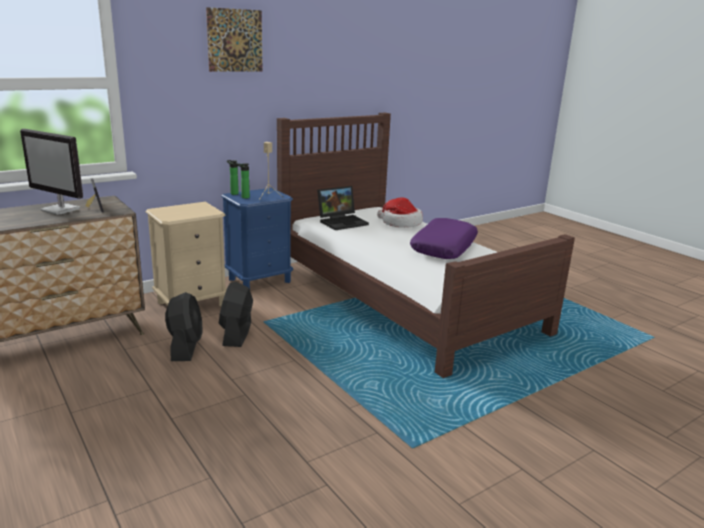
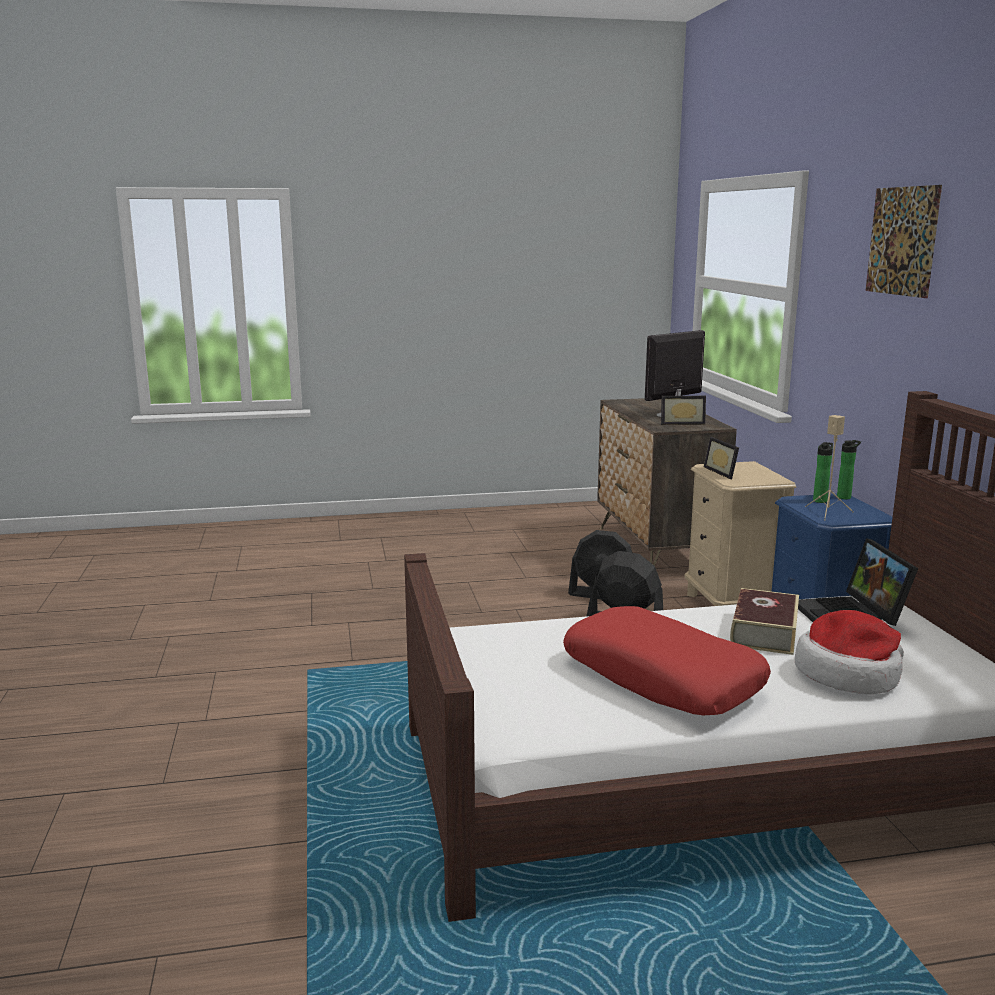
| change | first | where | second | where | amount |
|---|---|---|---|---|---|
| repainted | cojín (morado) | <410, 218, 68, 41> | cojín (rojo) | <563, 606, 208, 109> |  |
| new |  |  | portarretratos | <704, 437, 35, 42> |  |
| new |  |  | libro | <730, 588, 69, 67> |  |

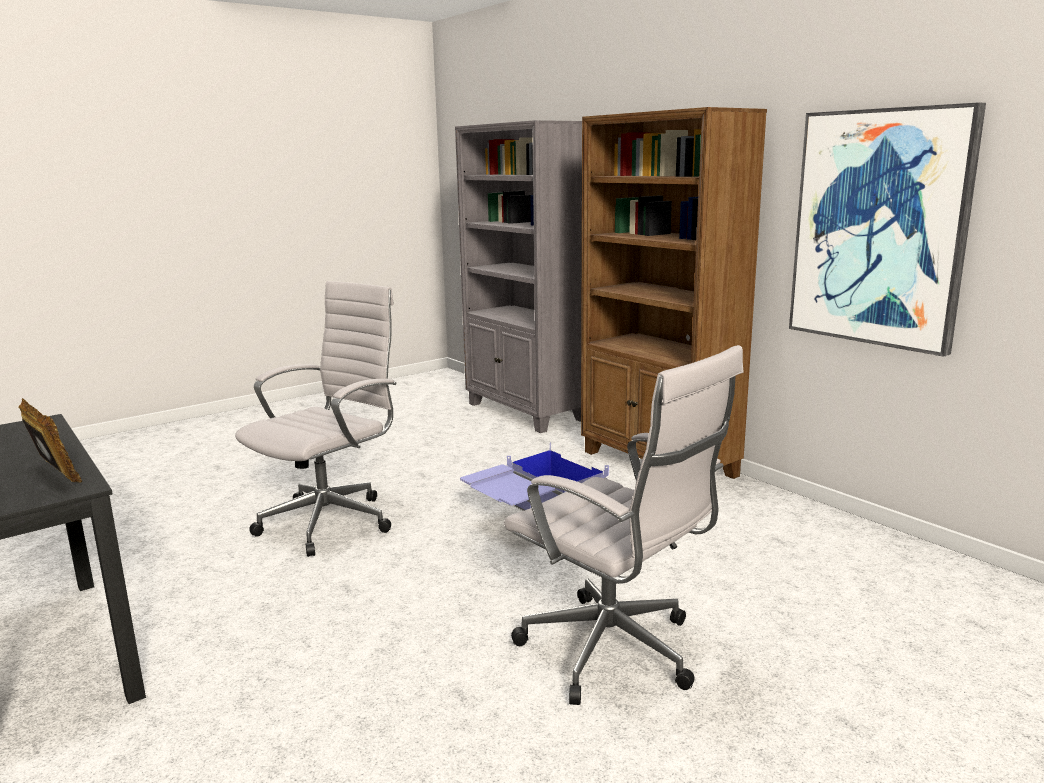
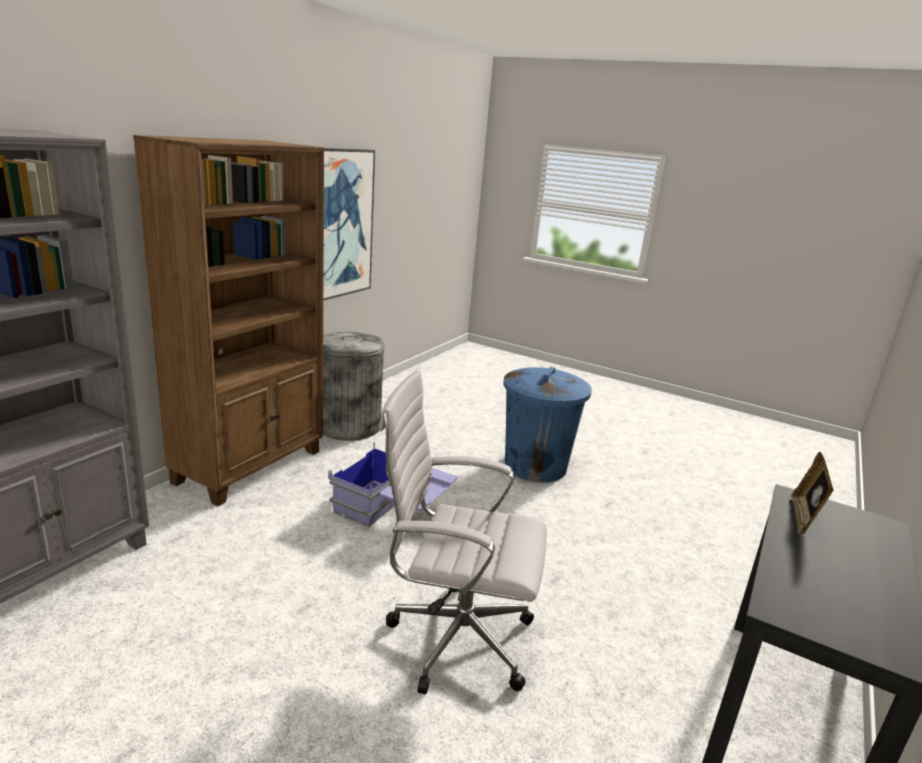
| change | first | where | second | where | amount |
|---|---|---|---|---|---|
| swapped | silla de oficina (blanco) | <504, 345, 240, 360> | papelera (azul) | <503, 367, 89, 115> |  |
| new |  |  | papelera (gris) | <323, 332, 62, 109> |  |

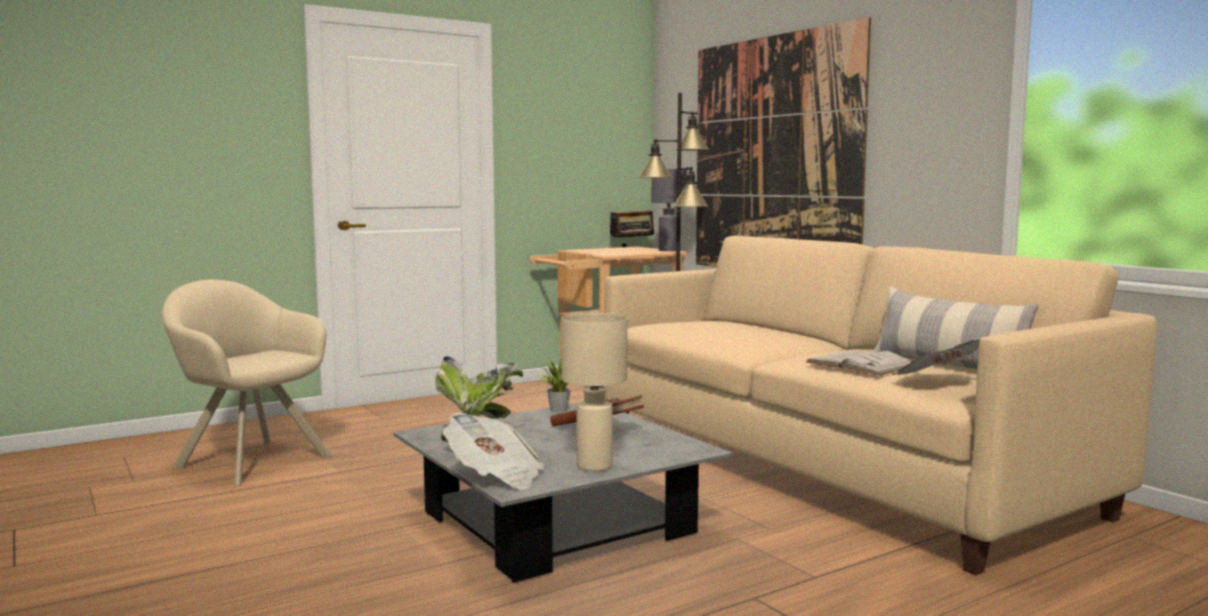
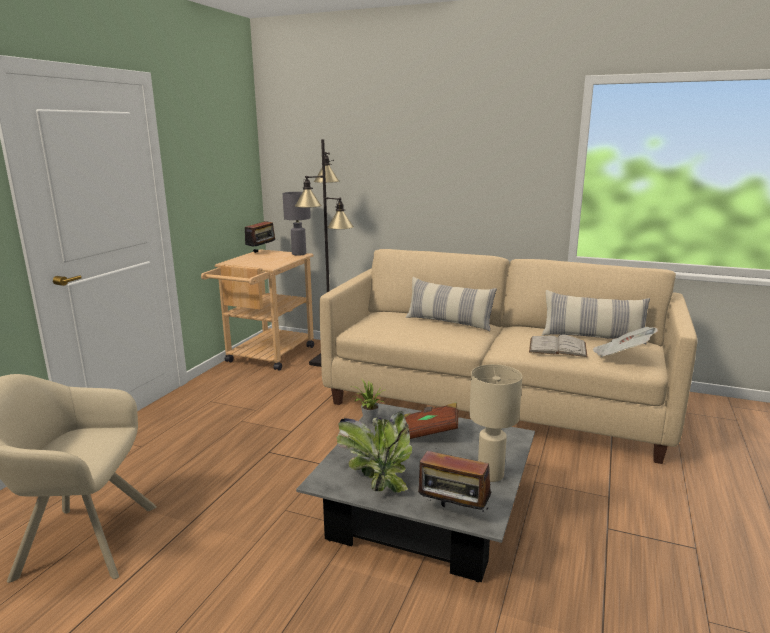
| change | first | where | second | where | amount |
|---|---|---|---|---|---|
| gone | cuadro | <696, 17, 175, 250> |  |  |  |
| swapped | periódico | <443, 413, 101, 77> | radio | <418, 448, 73, 64> |  |
| new |  |  | cojín | <406, 277, 91, 54> |  |

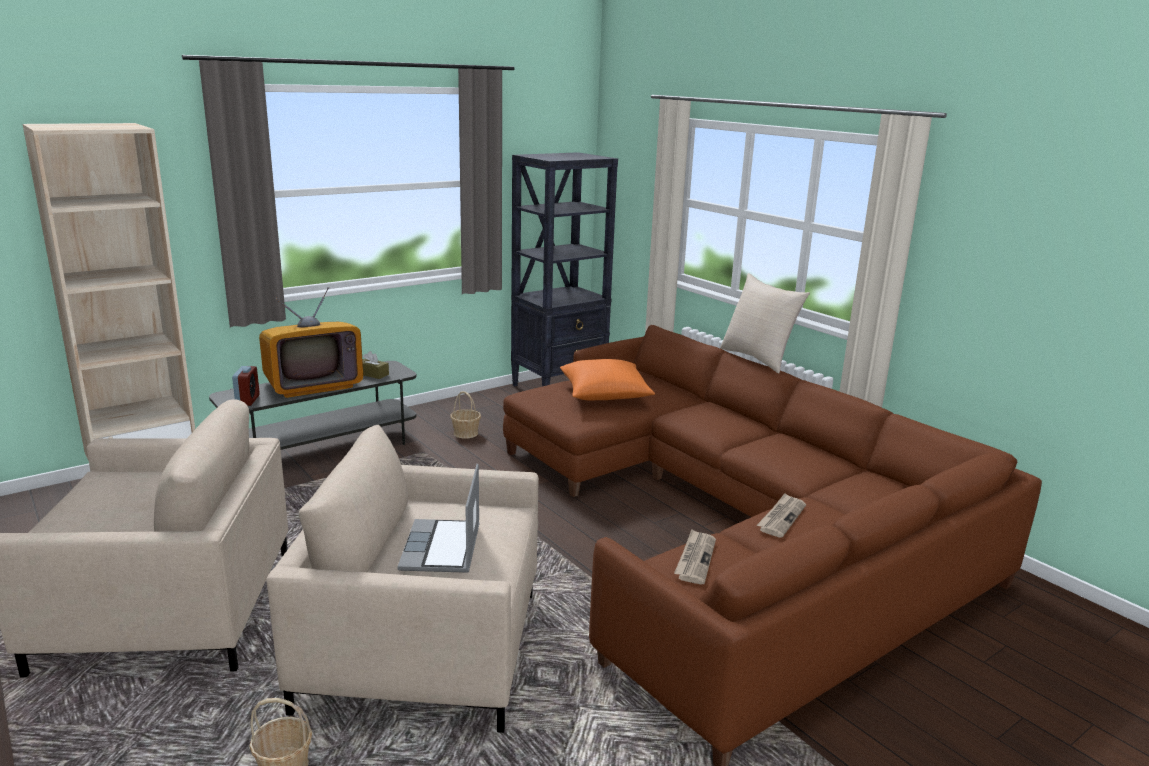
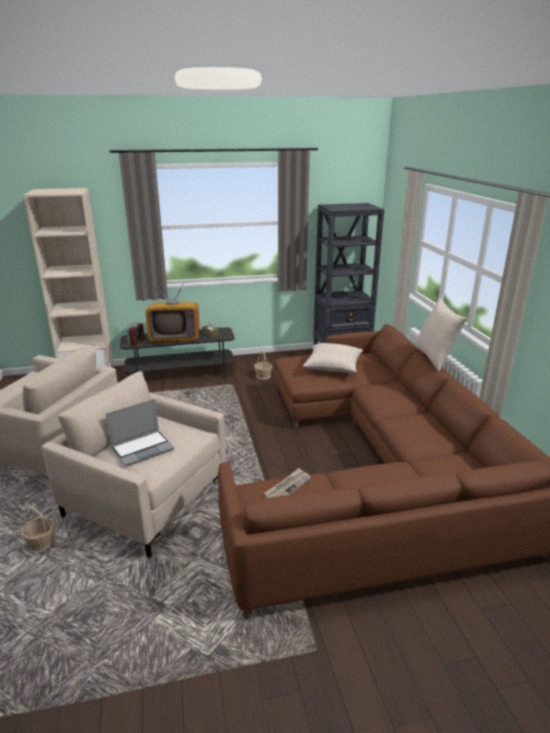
| change | first | where | second | where | amount |
|---|---|---|---|---|---|
| repainted | cojín (naranja) | <560, 359, 95, 42> | cojín (beis) | <303, 343, 60, 30> |  |
| rotated | portátil | <398, 464, 82, 109> |  | <106, 399, 68, 68> | 150 degrees counterclockwise |
| gone | periódico | <757, 493, 49, 45> |  |  |  |

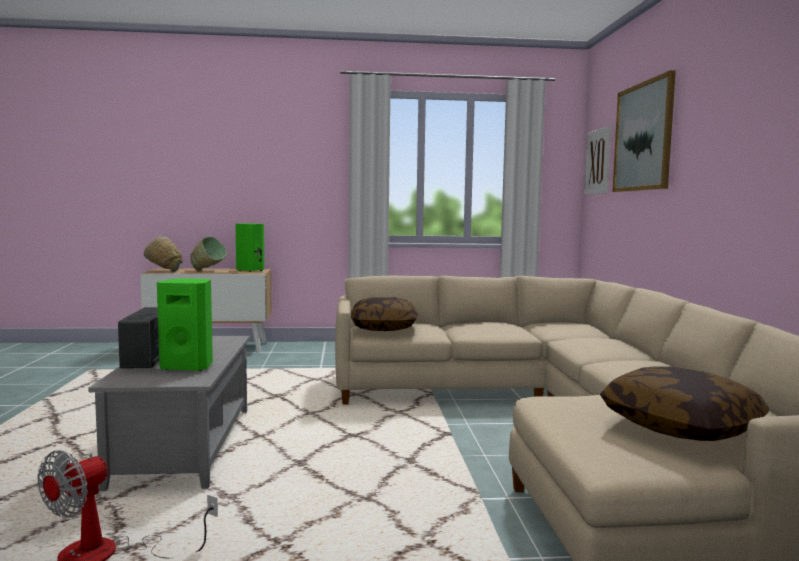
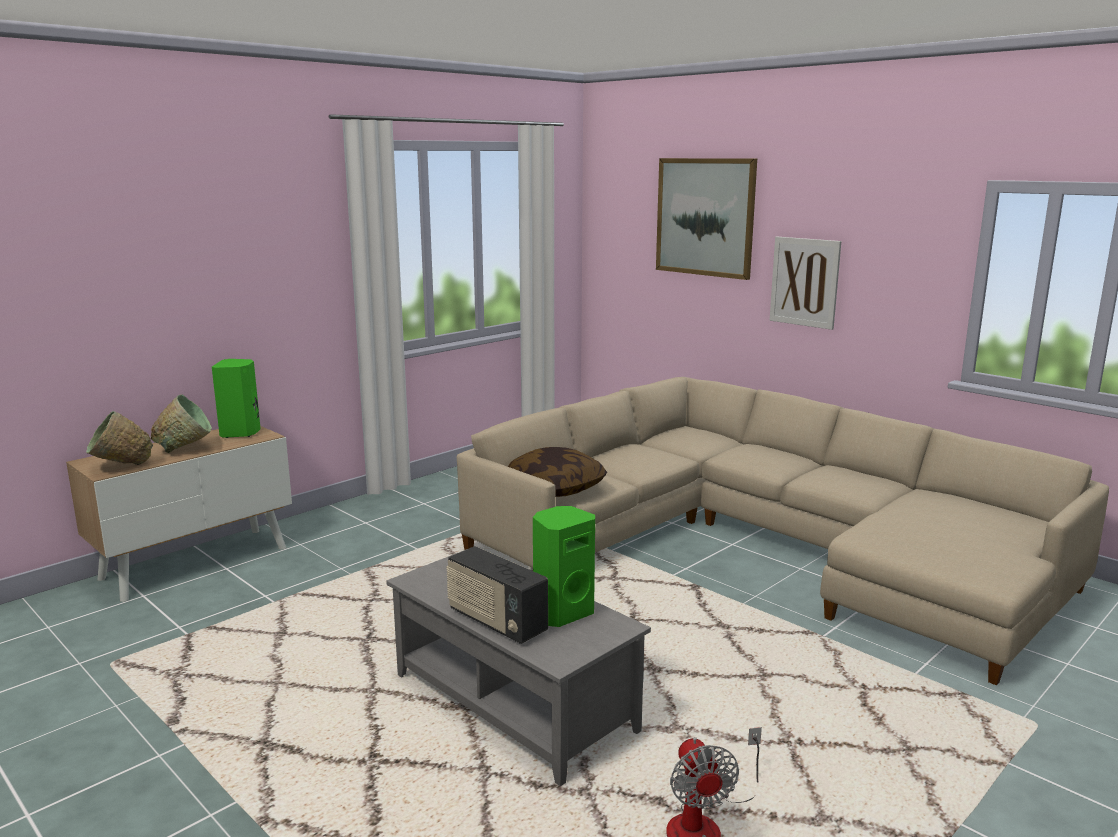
| change | first | where | second | where | amount |
|---|---|---|---|---|---|
| shifted | cuadro | <584, 126, 27, 68> |  | <770, 237, 71, 93> |  |
| gone | cojín | <600, 366, 169, 75> |  |  |  |

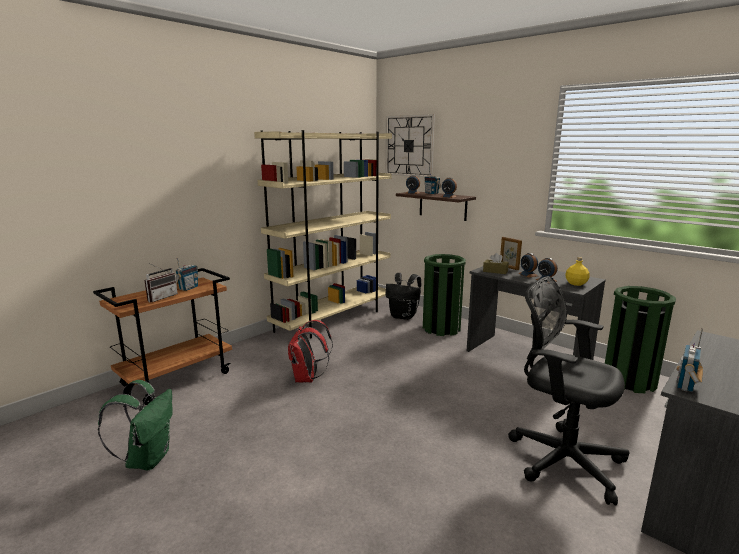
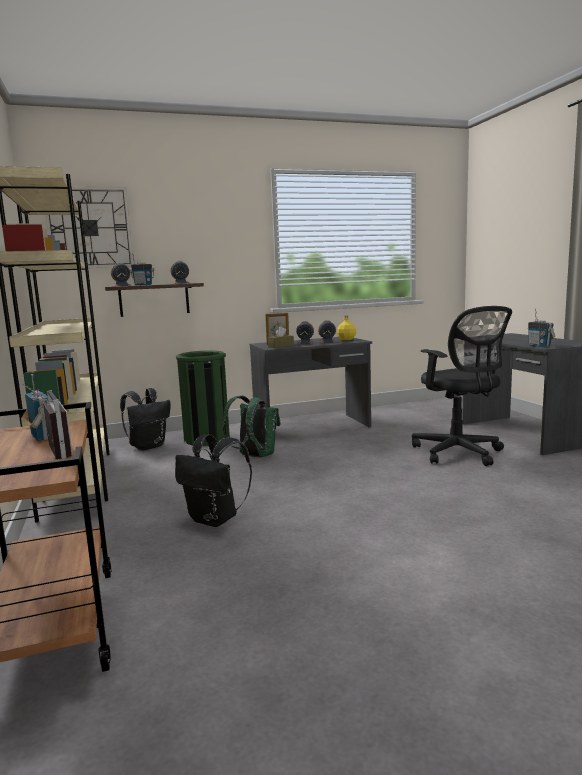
| change | first | where | second | where | amount |
|---|---|---|---|---|---|
| rotated | silla de oficina (negro) | <508, 276, 121, 229> |  | <412, 306, 100, 160> | 90 degrees counterclockwise |
| gone | papelera (verde) | <605, 286, 71, 107> |  |  |  |
| repainted | mochila (rojo) | <288, 320, 45, 63> | mochila (negro) | <175, 434, 77, 93> |  |
| shifted | mochila (verde) | <98, 380, 75, 90> |  | <223, 396, 57, 61> |  |

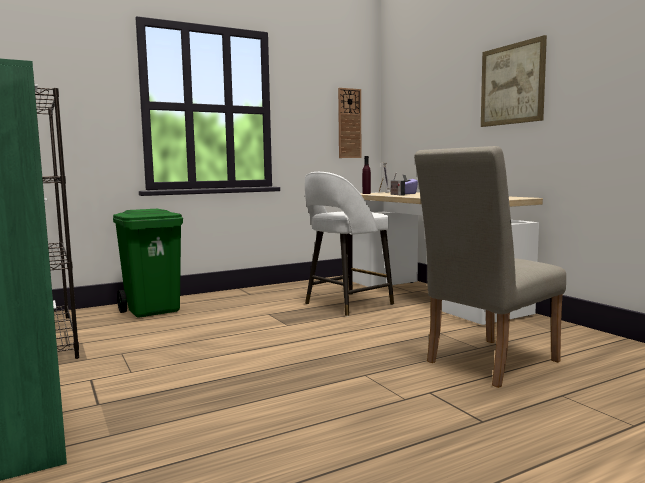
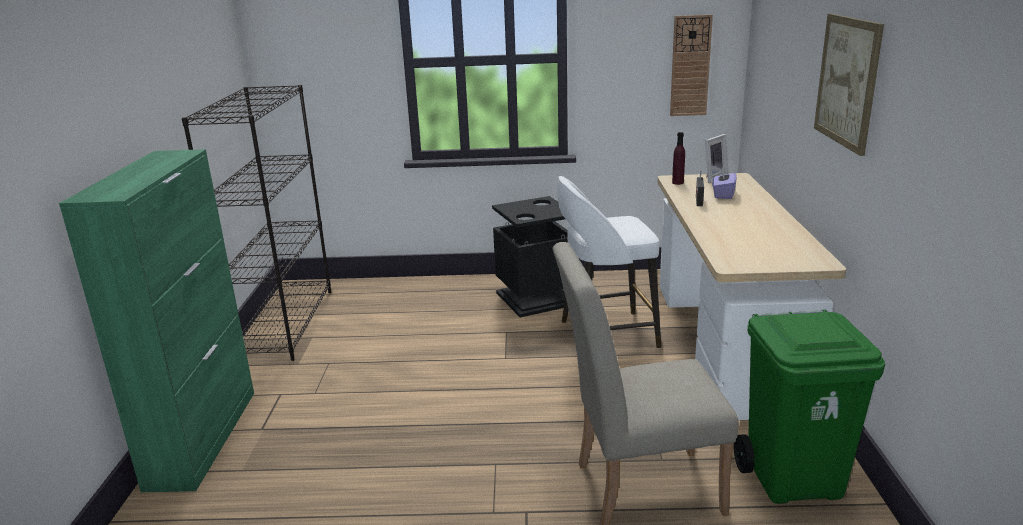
| change | first | where | second | where | amount |
|---|---|---|---|---|---|
| shifted | papelera (verde) | <113, 209, 70, 108> |  | <734, 310, 151, 194> |  |
| new |  |  | papelera (negro) | <492, 196, 76, 122> |  |

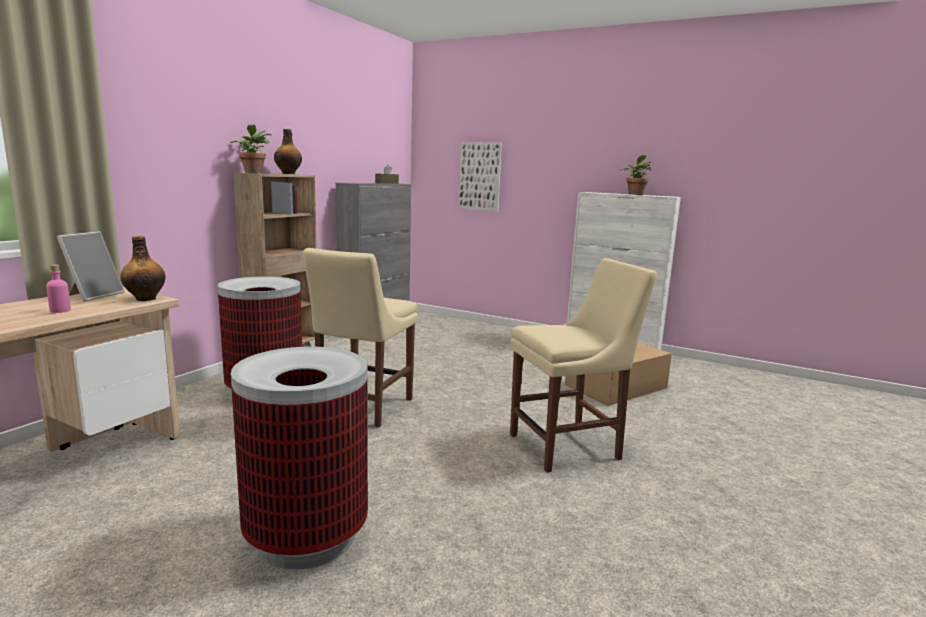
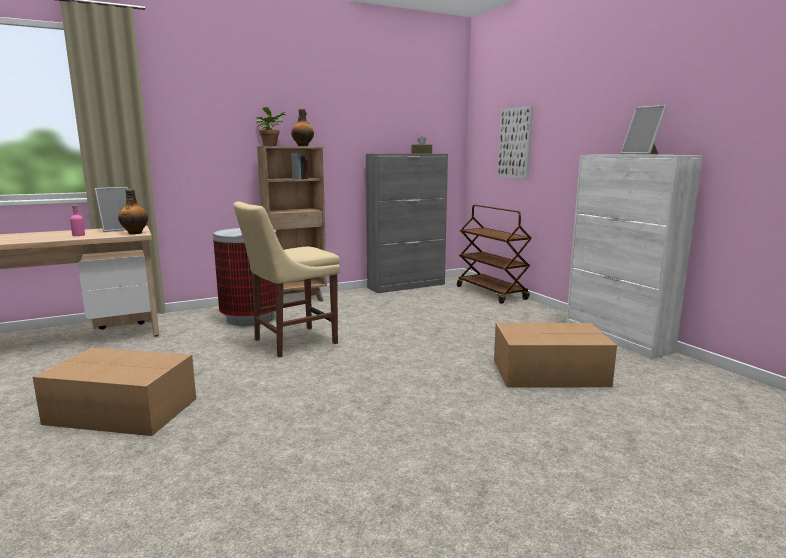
| change | first | where | second | where | amount |
|---|---|---|---|---|---|
| swapped | planta en maceta | <620, 155, 31, 40> | portarretratos | <620, 105, 47, 50> |  |
| gone | silla (beis) | <510, 258, 147, 215> |  |  |  |
| swapped | papelera | <231, 347, 137, 222> | caja de cartón | <33, 348, 163, 88> |  |
| new |  |  | carrito (marrón) | <457, 205, 75, 99> |  |

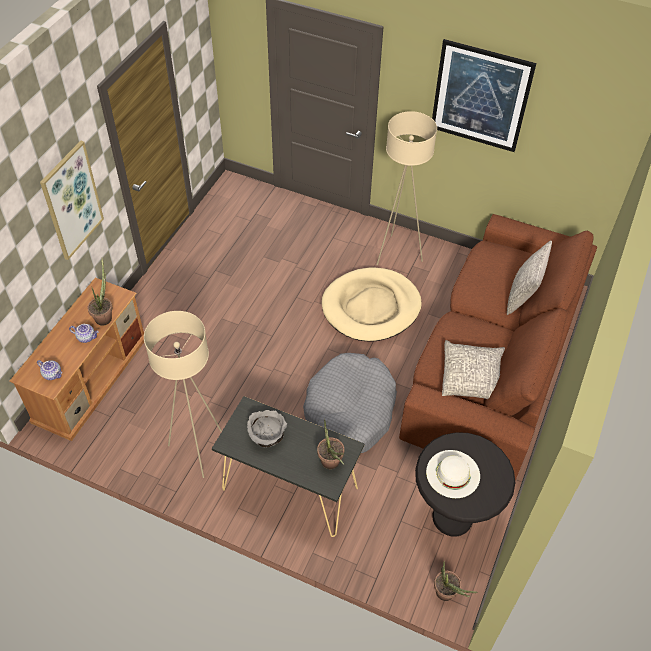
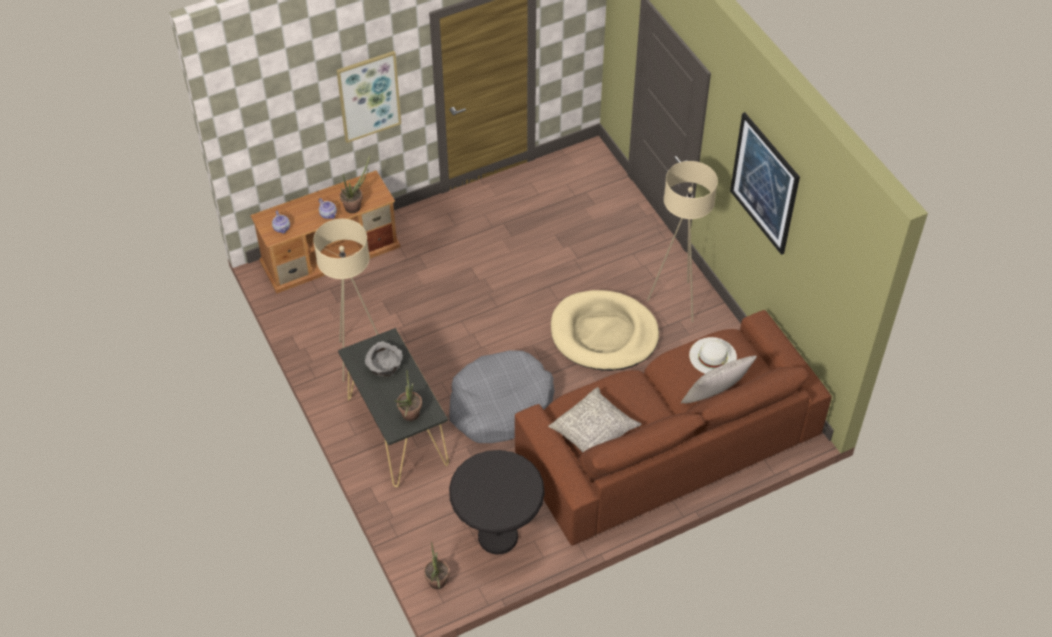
| change | first | where | second | where | amount |
|---|---|---|---|---|---|
| shifted | sombrero (blanco) | <426, 450, 54, 48> |  | <689, 337, 48, 37> |  |

